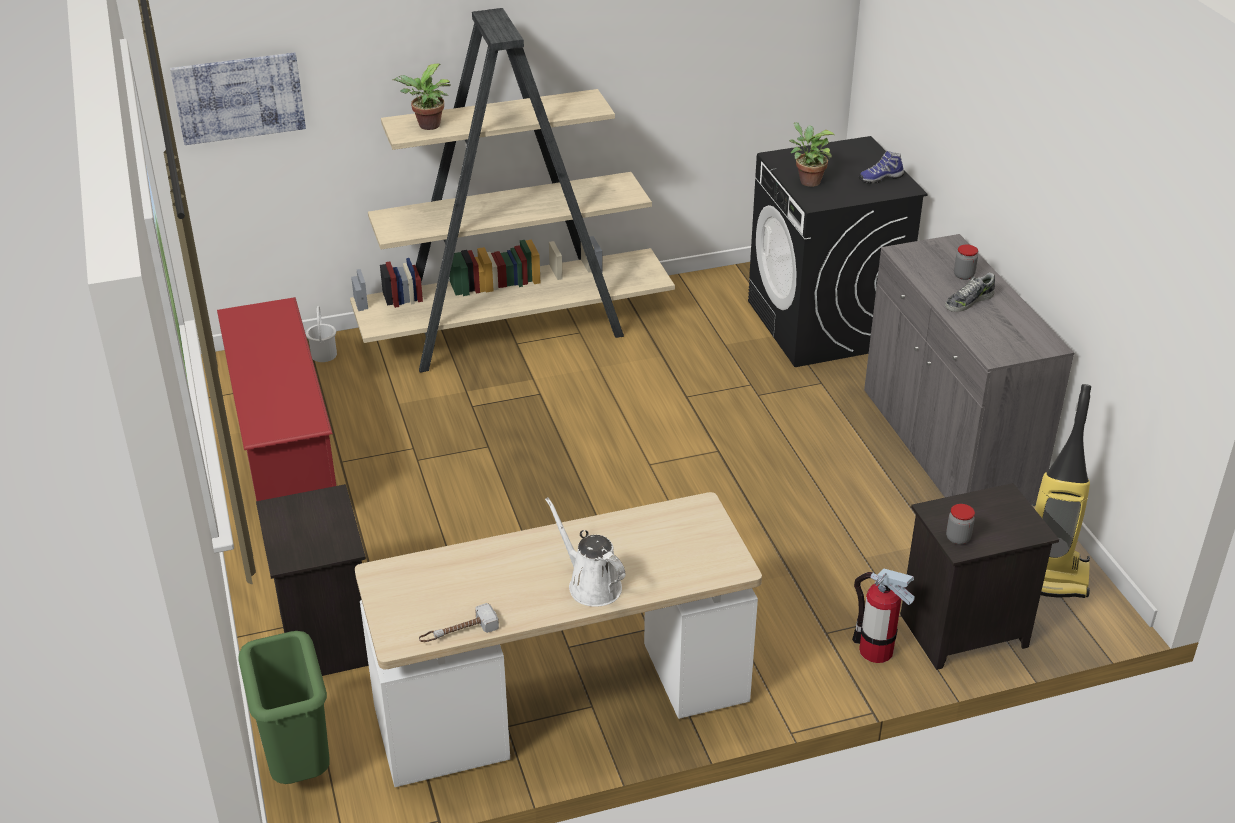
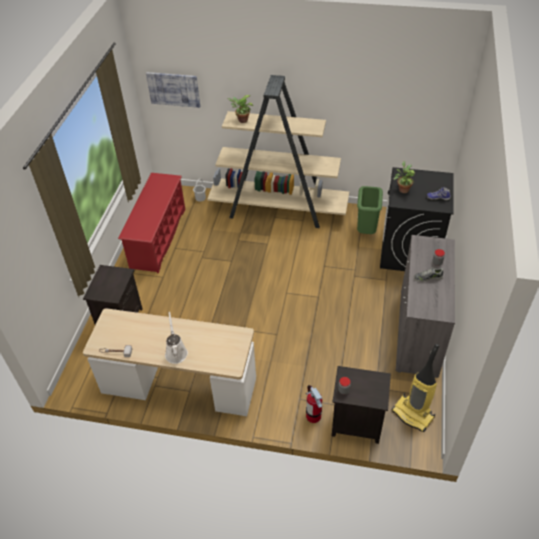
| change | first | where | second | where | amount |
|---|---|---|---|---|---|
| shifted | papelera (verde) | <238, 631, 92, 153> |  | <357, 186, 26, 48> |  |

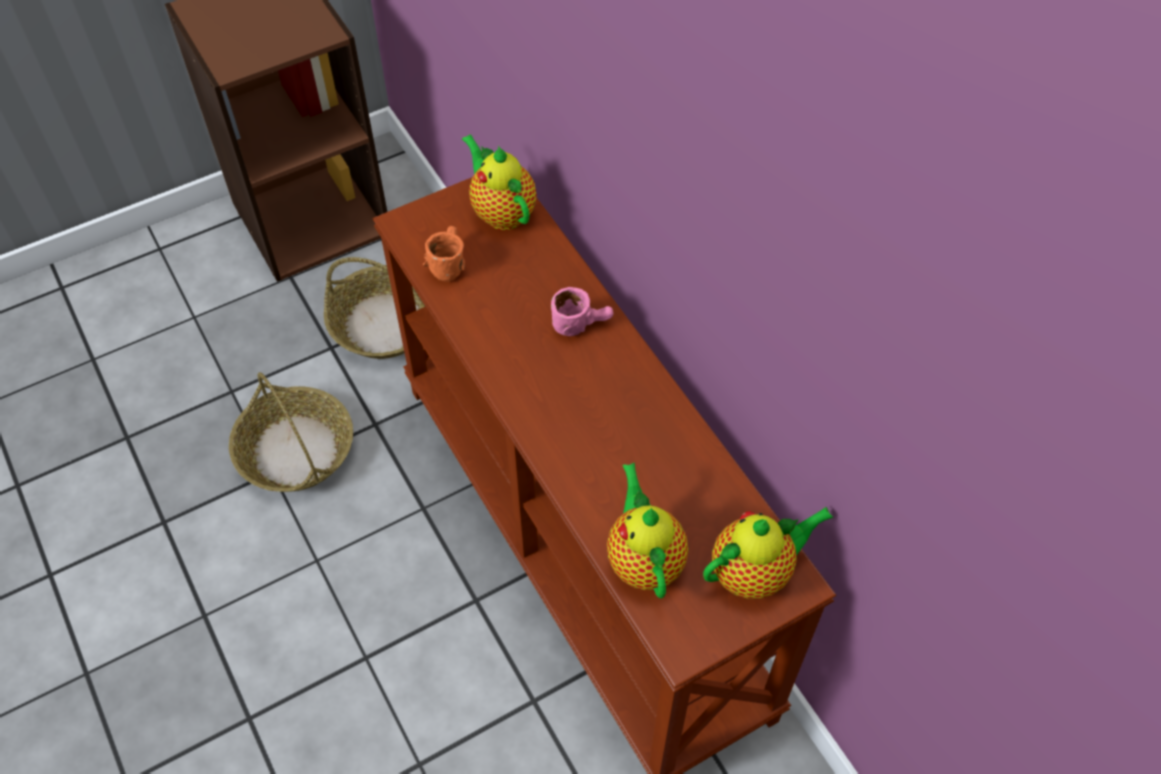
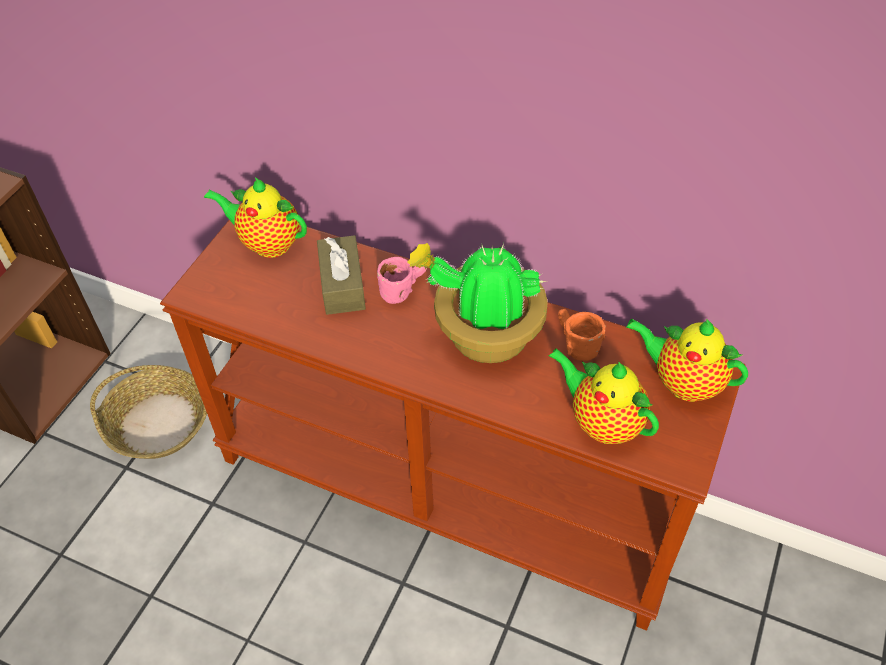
| change | first | where | second | where | amount |
|---|---|---|---|---|---|
| shifted | taza grande (naranja) | <423, 226, 42, 56> |  | <558, 309, 48, 52> |  |
| gone | cesta | <229, 372, 124, 120> |  |  |  |
| rotated | tetera | <703, 507, 131, 92> |  | <626, 319, 122, 82> | 90 degrees counterclockwise |
| new |  |  | caja de pañuelos (marrón) | <317, 235, 49, 80> |  |
| new |  |  | planta en maceta | <407, 243, 141, 120> |  |

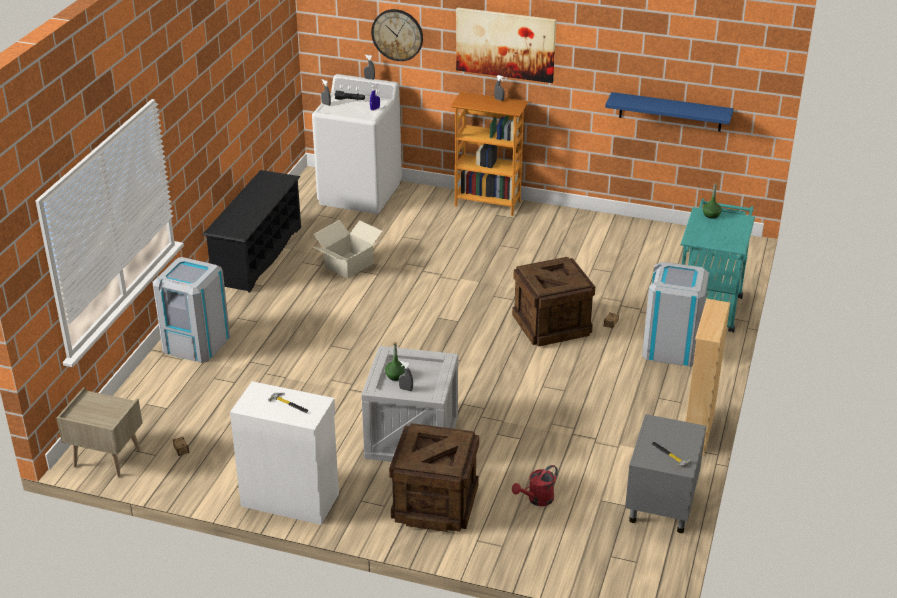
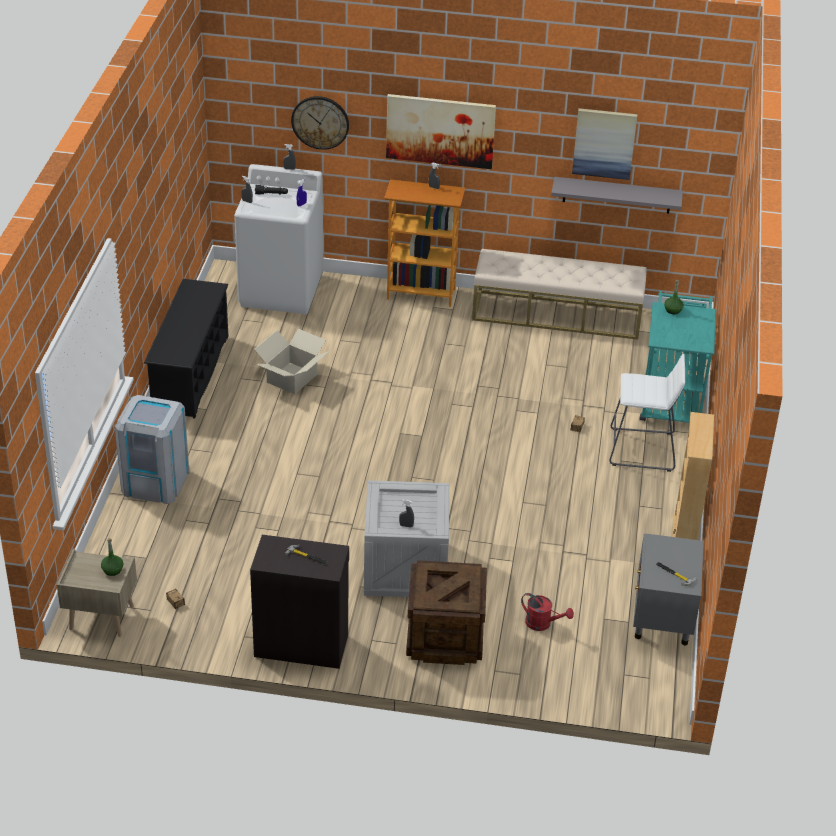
| change | first | where | second | where | amount |
|---|---|---|---|---|---|
| repainted | estante (azul) | <605, 92, 129, 40> | estante (gris) | <551, 177, 132, 37> |  |
| gone | caja de embalaje | <512, 257, 83, 90> |  |  |  |
| swapped | papelera (gris) | <642, 262, 67, 105> | taburete (blanco) | <609, 354, 76, 118> |  |
| shifted | botella (verde) | <385, 342, 20, 39> |  | <101, 538, 22, 38> |  |
| repainted | armario (blanco) | <230, 381, 109, 144> | armario (negro) | <250, 535, 99, 134> |  |
| rotated | regadera (rojo) | <512, 465, 46, 41> |  | <521, 593, 53, 38> | 105 degrees counterclockwise |
| new |  |  | cuadro | <572, 108, 66, 72> |  |
| new |  |  | banco (beis) | <472, 249, 175, 91> |  |

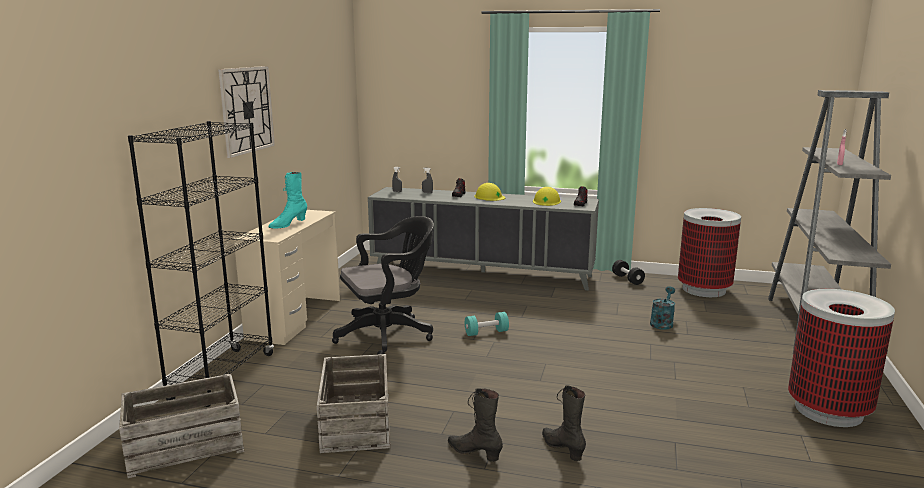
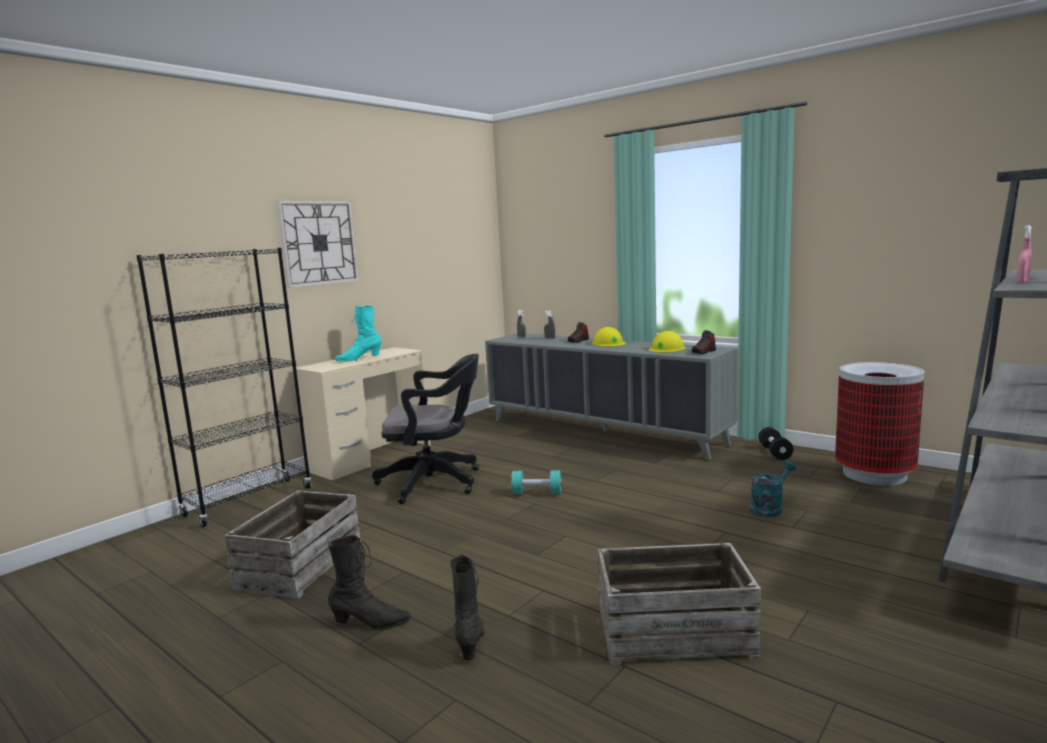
| change | first | where | second | where | amount |
|---|---|---|---|---|---|
| gone | papelera | <788, 289, 107, 138> |  |  |  |
| shifted | caja de embalaje | <119, 374, 125, 104> |  | <598, 543, 163, 122> |  |
| rotated | bota (negro) | <448, 388, 55, 74> |  | <328, 535, 83, 95> | 120 degrees clockwise |

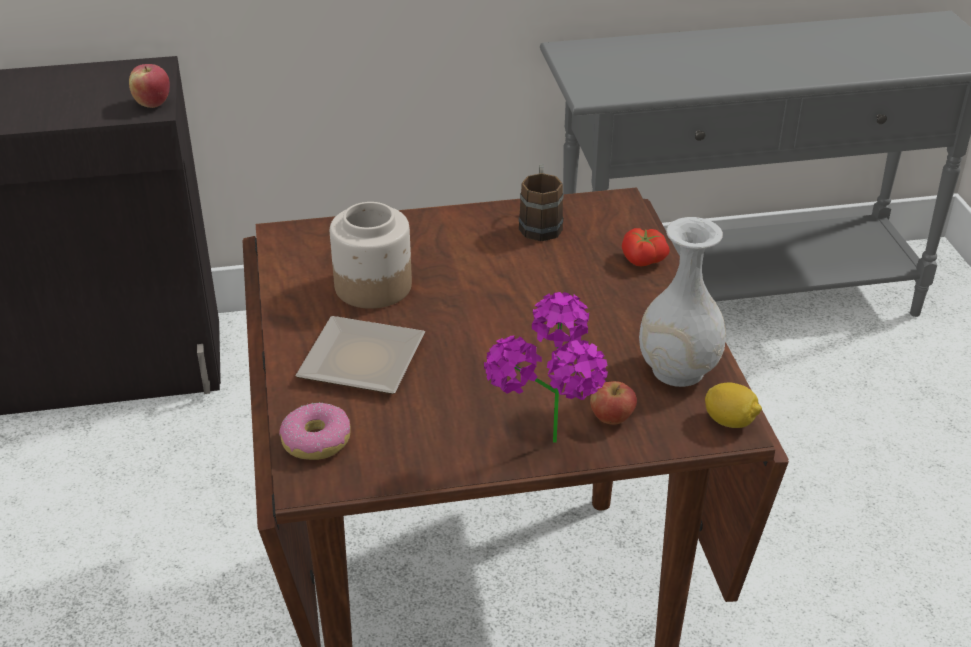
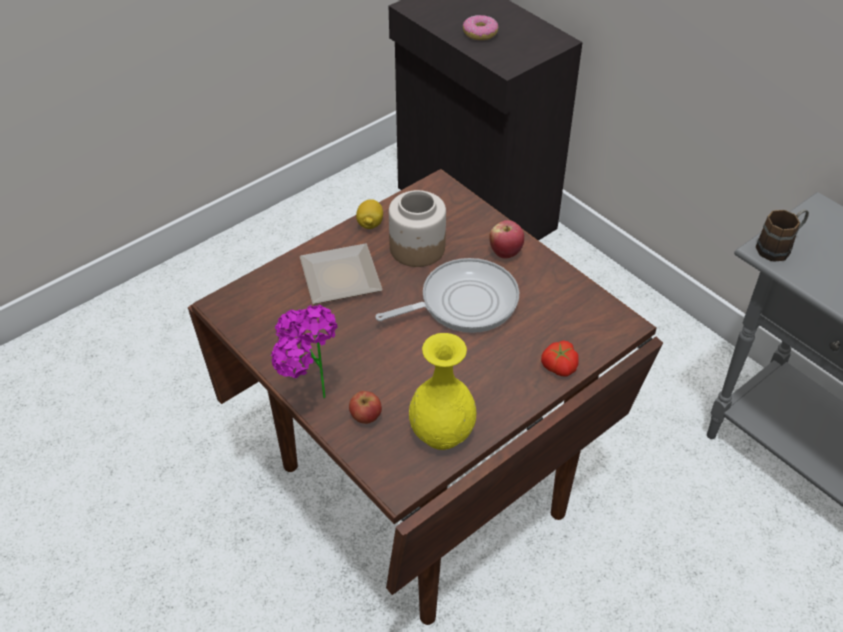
| change | first | where | second | where | amount |
|---|---|---|---|---|---|
| shifted | manzana | <129, 64, 41, 44> |  | <489, 220, 35, 39> |  |
| shifted | taza grande (marrón) | <519, 164, 45, 77> |  | <756, 209, 53, 53> |  |
| repainted | florero (blanco) | <639, 217, 87, 170> | florero (amarillo) | <409, 333, 67, 117> |  |
| shifted | limón | <705, 382, 57, 46> |  | <356, 199, 27, 30> |  |
| shifted | rosquilla | <279, 403, 72, 57> |  | <463, 15, 35, 25> |  |
| new |  |  | sartén | <375, 258, 144, 75> |  |

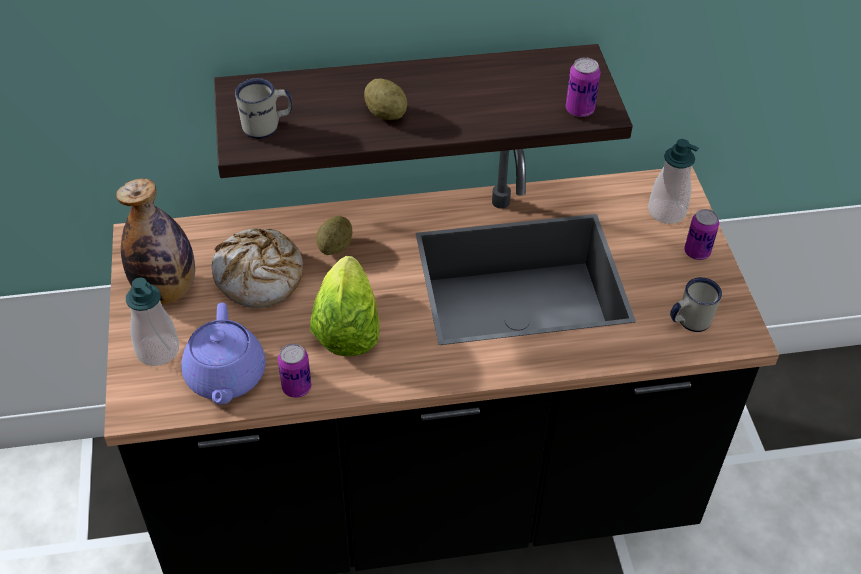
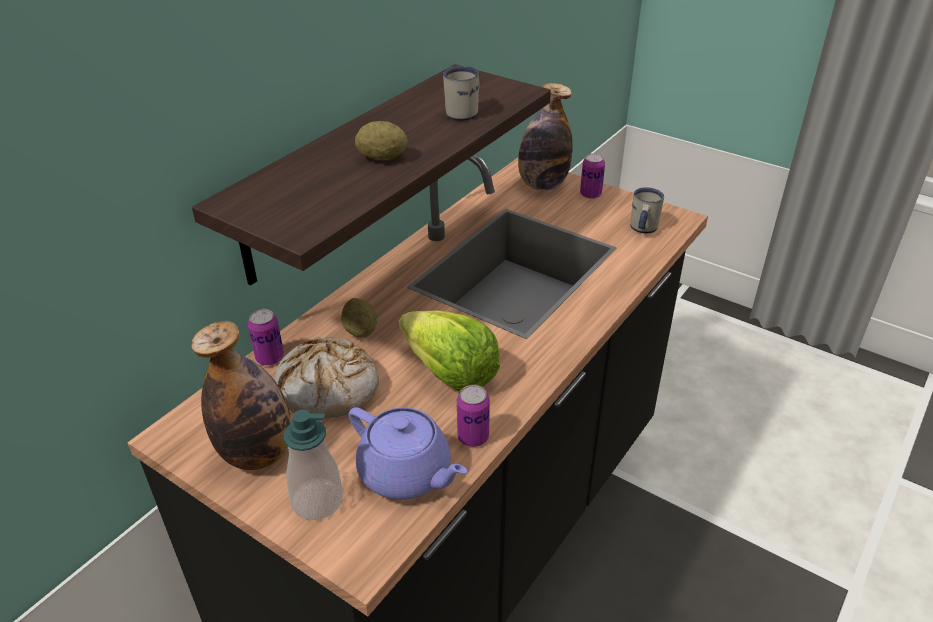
| change | first | where | second | where | amount |
|---|---|---|---|---|---|
| shifted | lata | <566, 57, 34, 60> |  | <248, 309, 36, 56> |  |
| shifted | taza grande (blanco) | <235, 78, 57, 61> |  | <443, 66, 37, 55> |  |
| swapped | dispensador de jabón | <648, 139, 51, 85> | botella | <518, 83, 55, 107> |  |

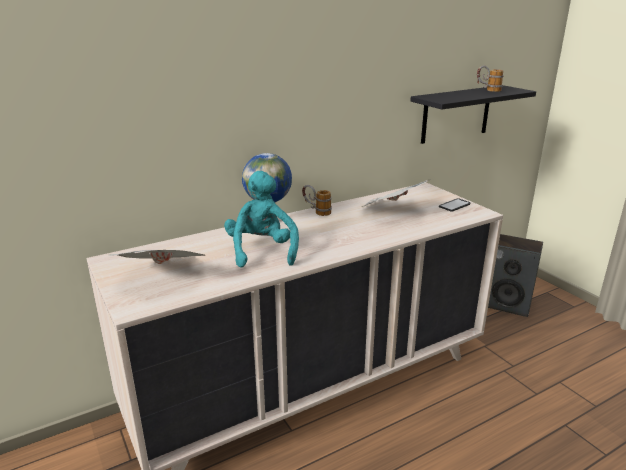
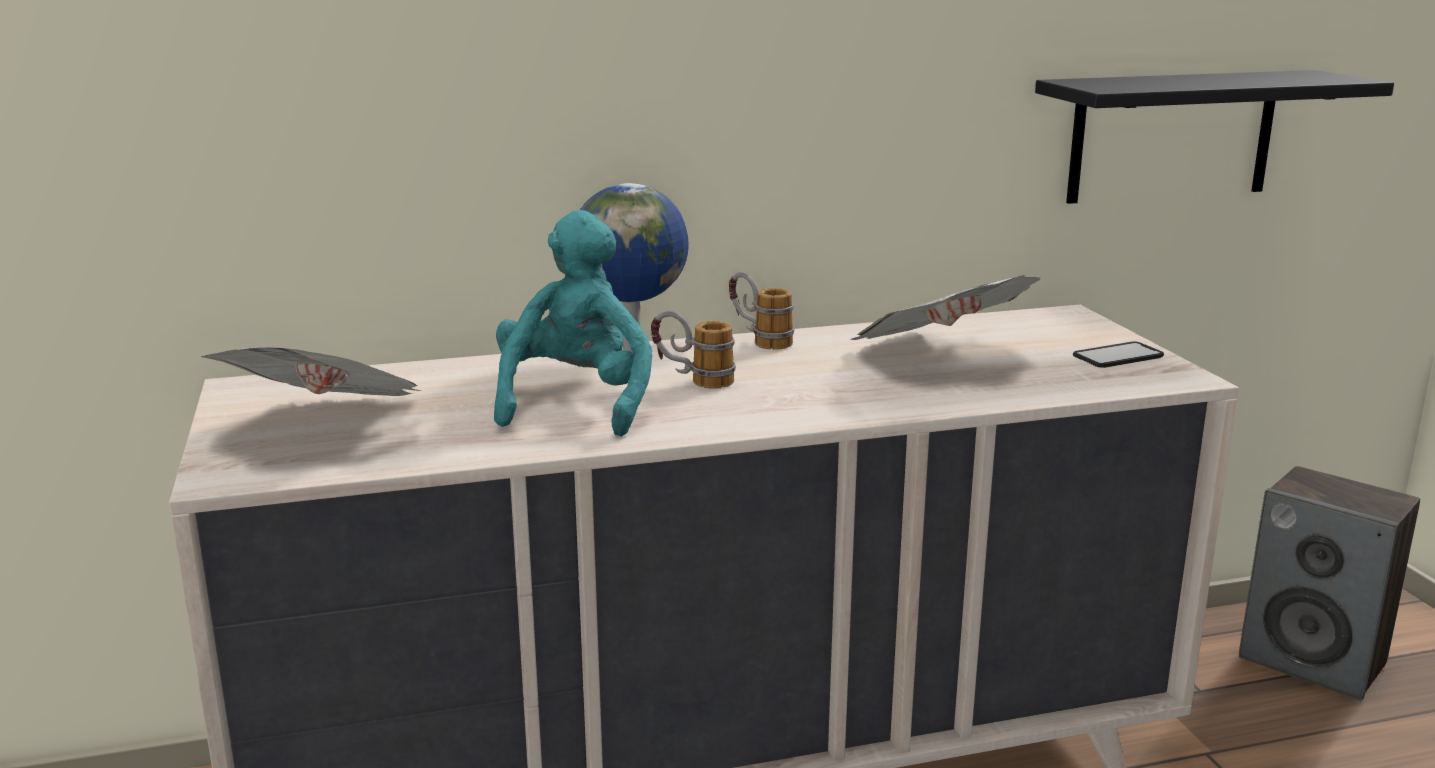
| change | first | where | second | where | amount |
|---|---|---|---|---|---|
| shifted | taza grande | <477, 65, 26, 27> |  | <651, 311, 85, 78> |  |

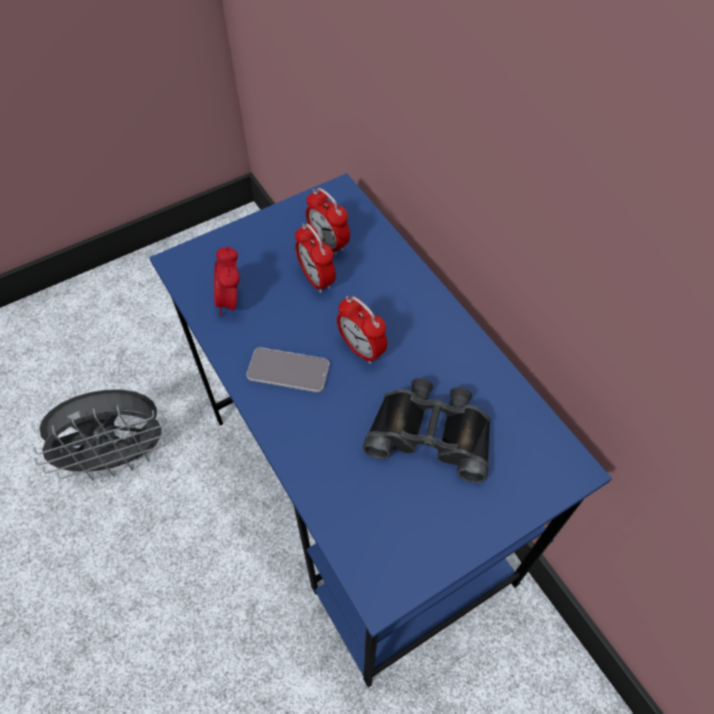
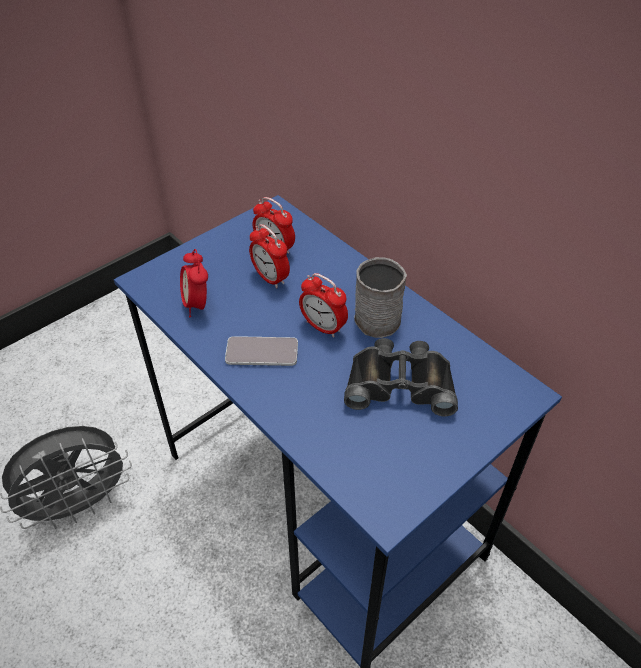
| change | first | where | second | where | amount |
|---|---|---|---|---|---|
| new |  |  | taza grande (gris) | <354, 257, 53, 81> |  |

